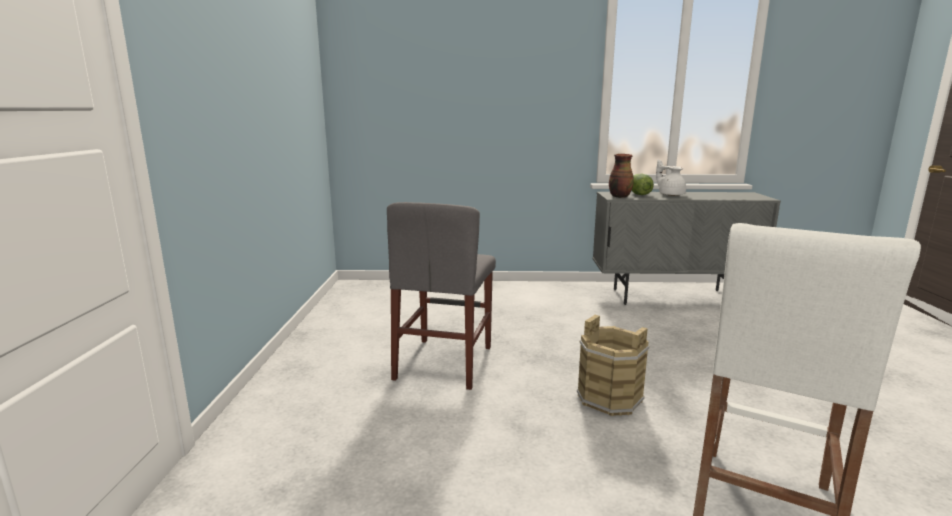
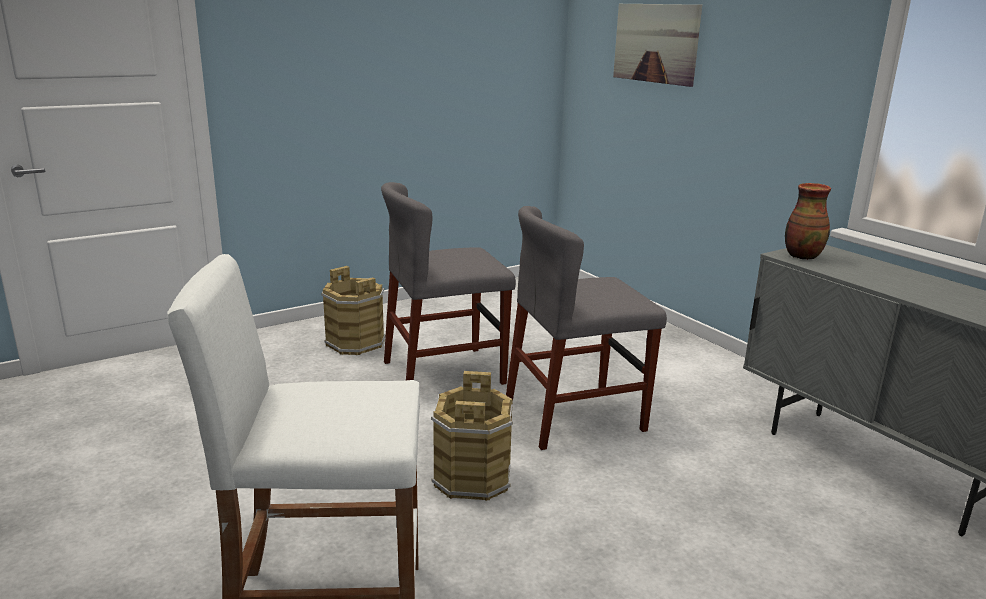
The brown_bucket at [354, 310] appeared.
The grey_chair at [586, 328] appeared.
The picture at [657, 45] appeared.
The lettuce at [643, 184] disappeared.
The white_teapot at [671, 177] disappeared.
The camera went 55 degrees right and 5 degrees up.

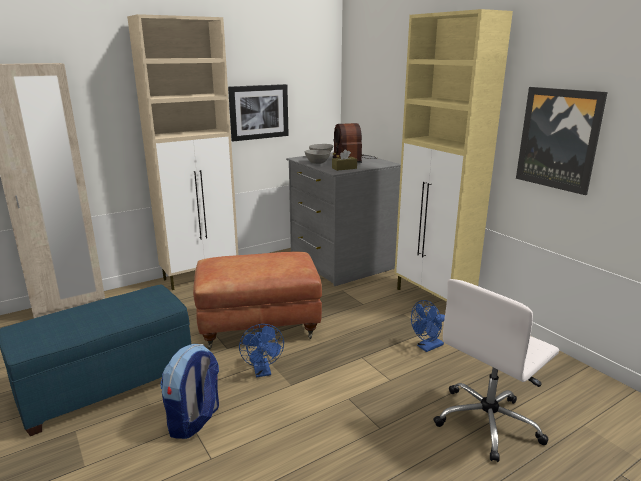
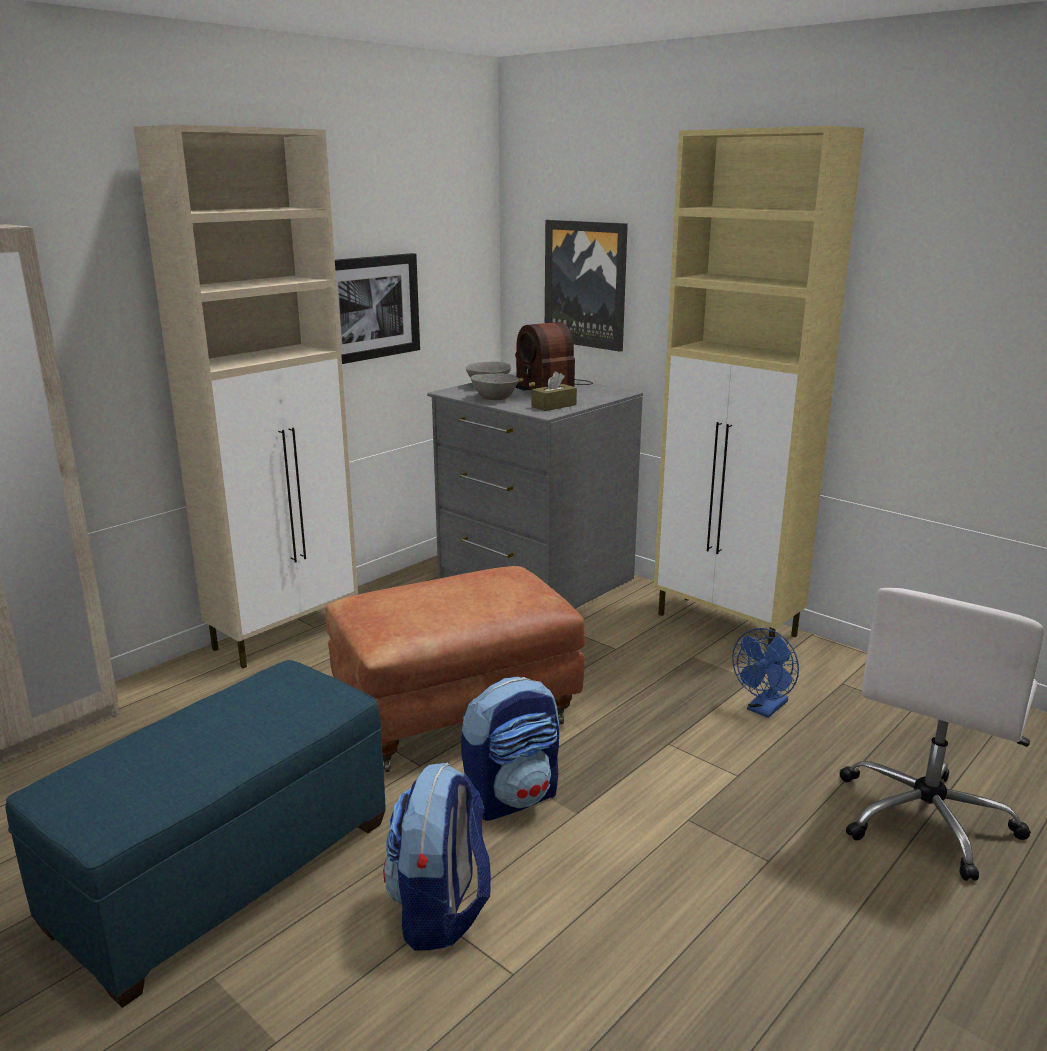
The blue_fan at [261, 350] was replaced by the backpack at [510, 749].
The picture moved from [562, 141] to [586, 286].
The camera went 15 degrees left and 0 degrees up.

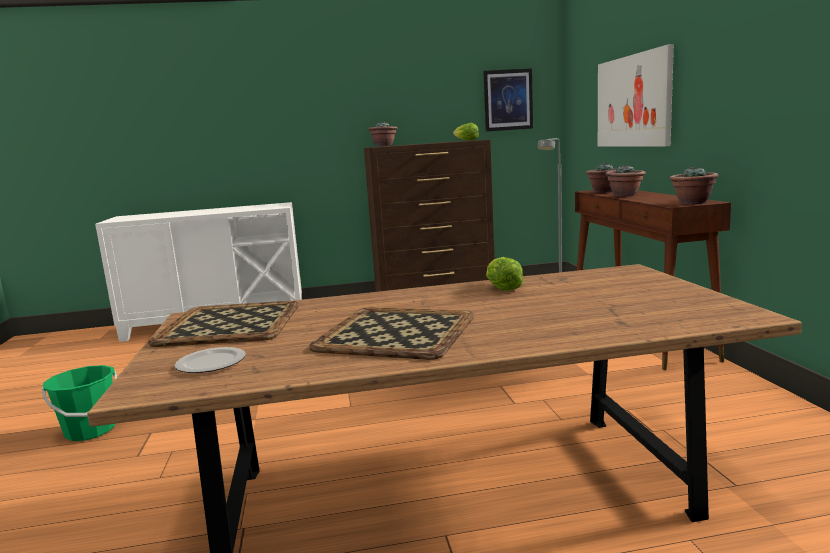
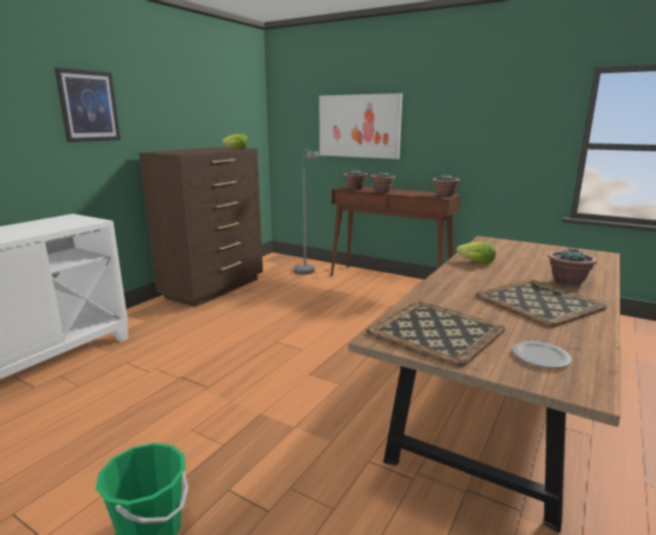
The picture moved from [508, 100] to [87, 105].
The potted_plant moved from [383, 134] to [572, 267].
The camera went 50 degrees left and 5 degrees up.

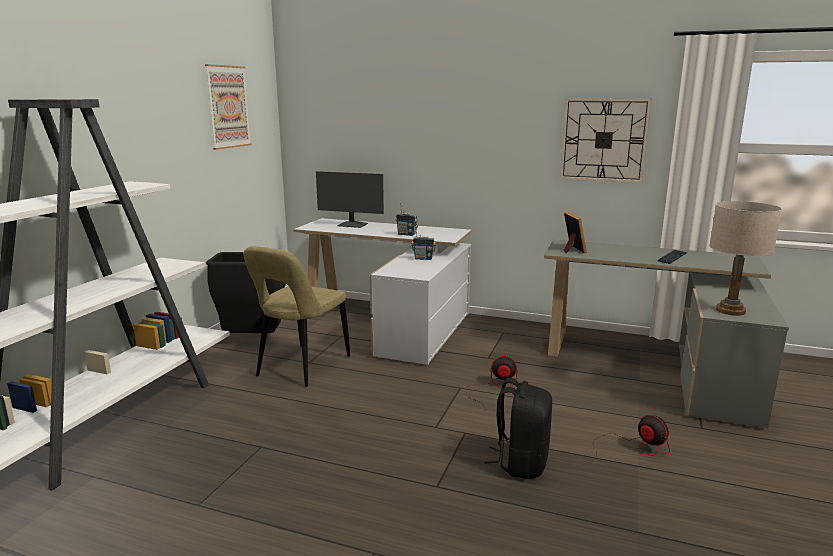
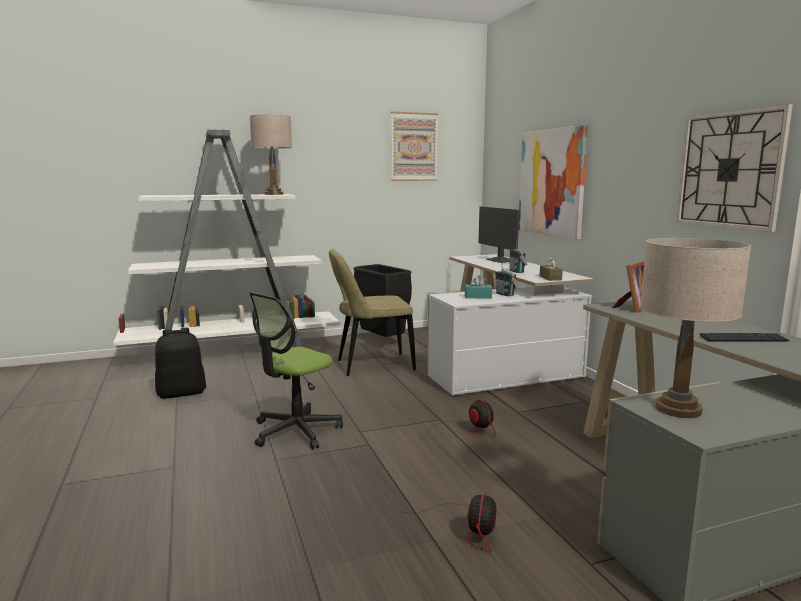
The black_backpack moved from [518, 428] to [180, 363].
The office_chair at [296, 371] appeared.
The beige_table_lamp at [271, 154] appeared.
The turquoise_tissue_box at [478, 286] appeared.
The picture at [553, 182] appeared.
The brown_tissue_box at [551, 268] appeared.
The camera went 50 degrees right and 5 degrees down.

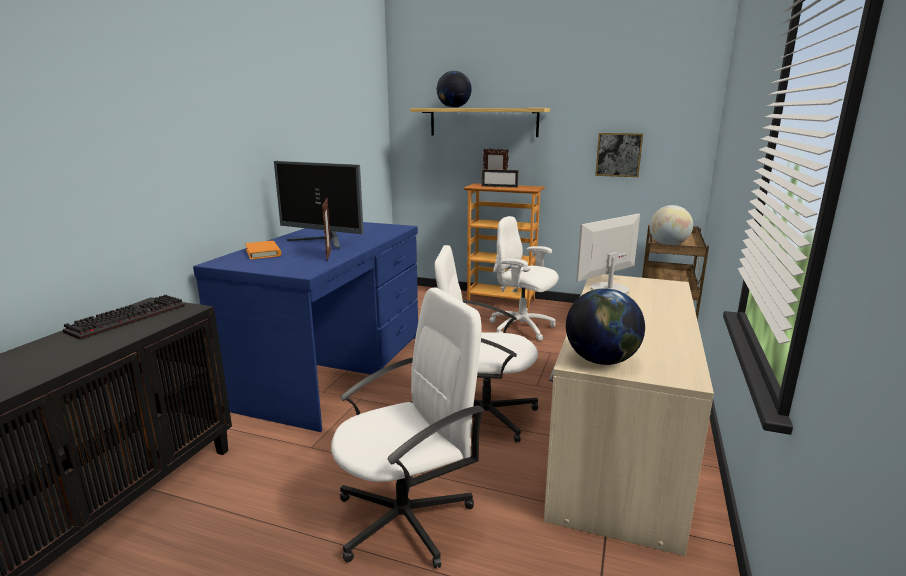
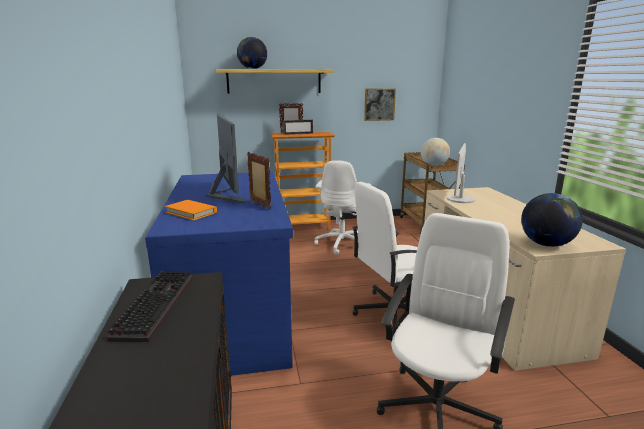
The monitor at [319, 205] turned 105 degrees counterclockwise.
The white_office_chair at [524, 278] turned 75 degrees counterclockwise.
The camera went 30 degrees left and 0 degrees up.

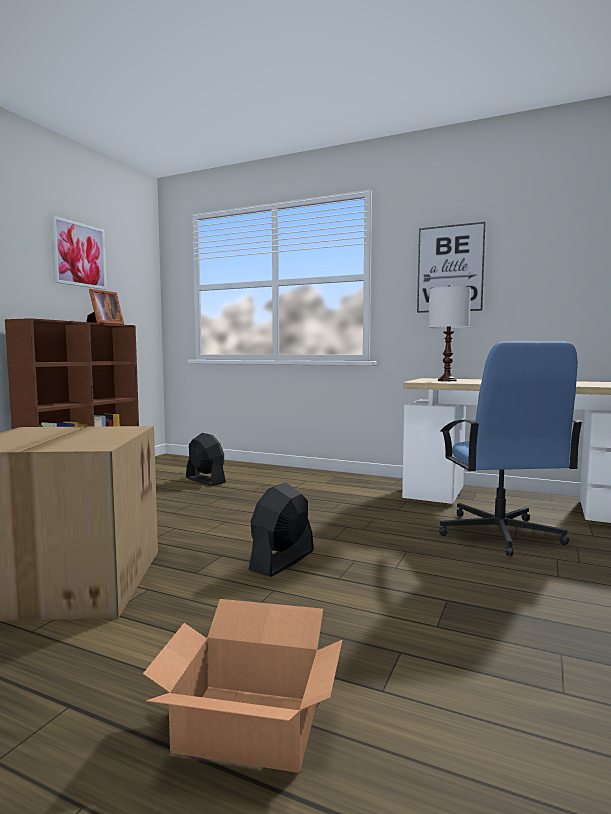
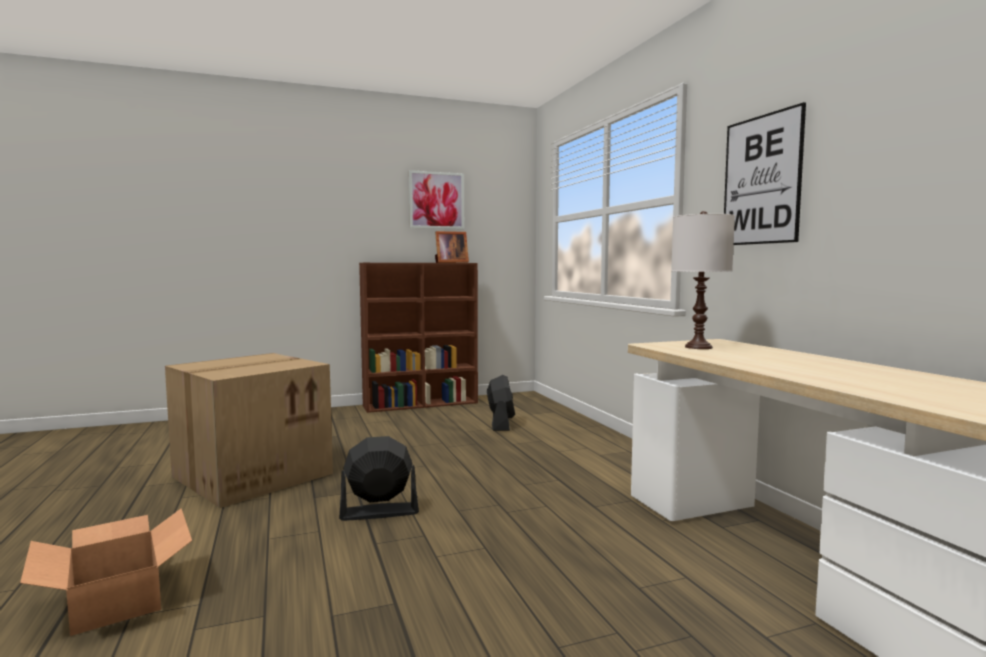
The blue_office_chair at [511, 448] disappeared.
The camera went 45 degrees right and 0 degrees up.

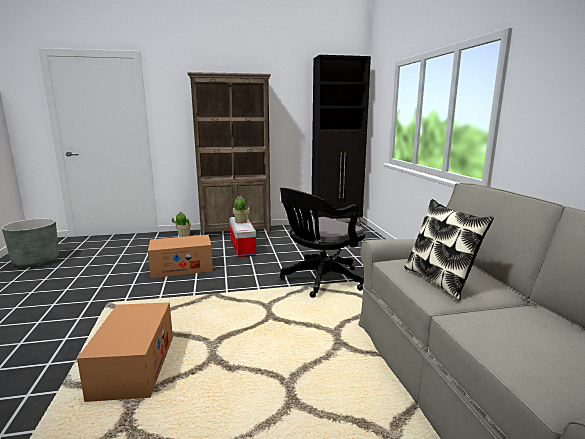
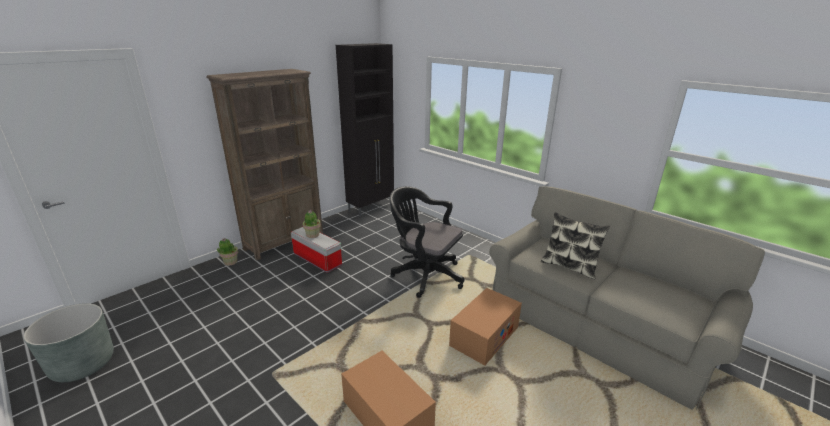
The black_office_chair at [322, 243] turned 105 degrees clockwise.
The cardboard_box moved from [180, 256] to [485, 326].
The camera went 35 degrees left and 10 degrees up.

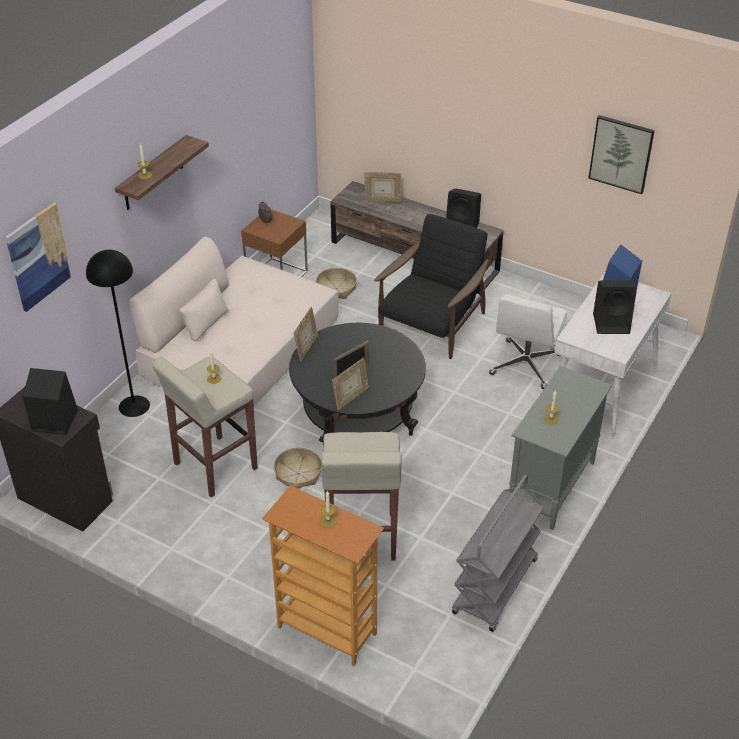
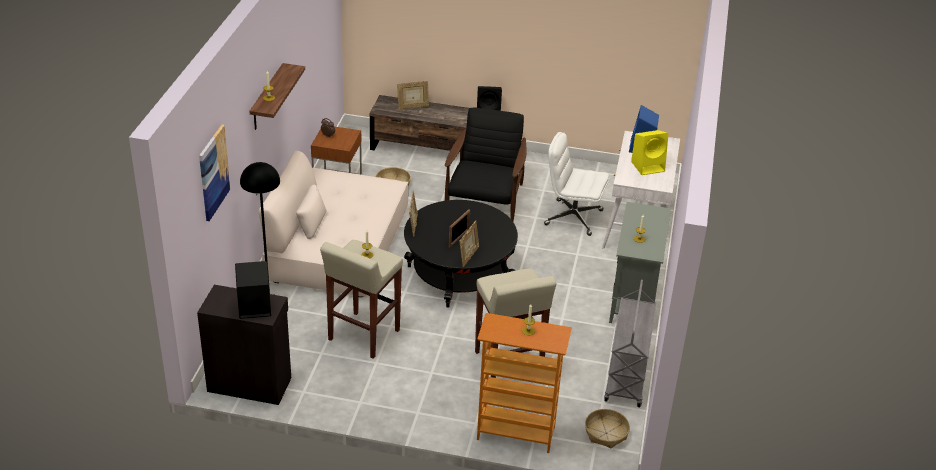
The white_office_chair at [528, 342] turned 105 degrees clockwise.
The basket moved from [298, 468] to [607, 428].
The black_speaker at [615, 307] became the yellow_speaker at [649, 152].
The picture at [621, 154] disappeared.
The camera went 20 degrees left and 5 degrees down.

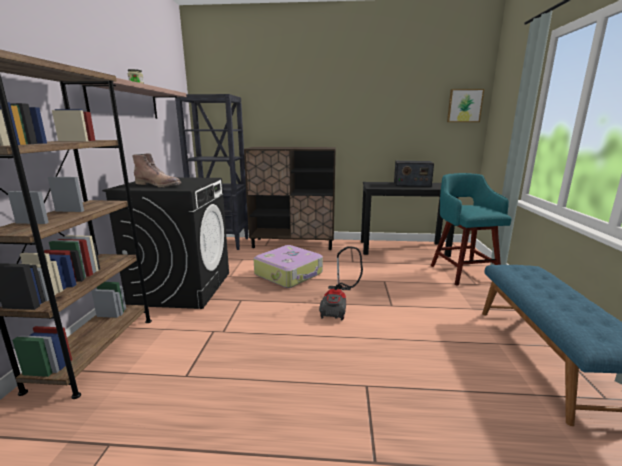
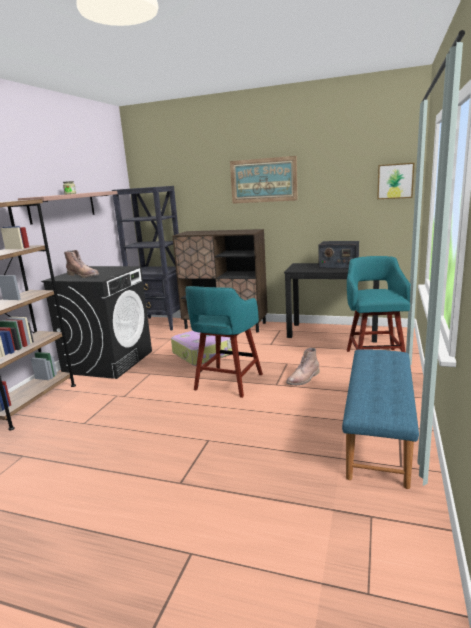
The vacuum_cleaner at [341, 283] was replaced by the turquoise_stool at [224, 342].
The picture at [264, 180] appeared.
The brown_boot at [303, 366] appeared.
The camera went 15 degrees right and 0 degrees up.

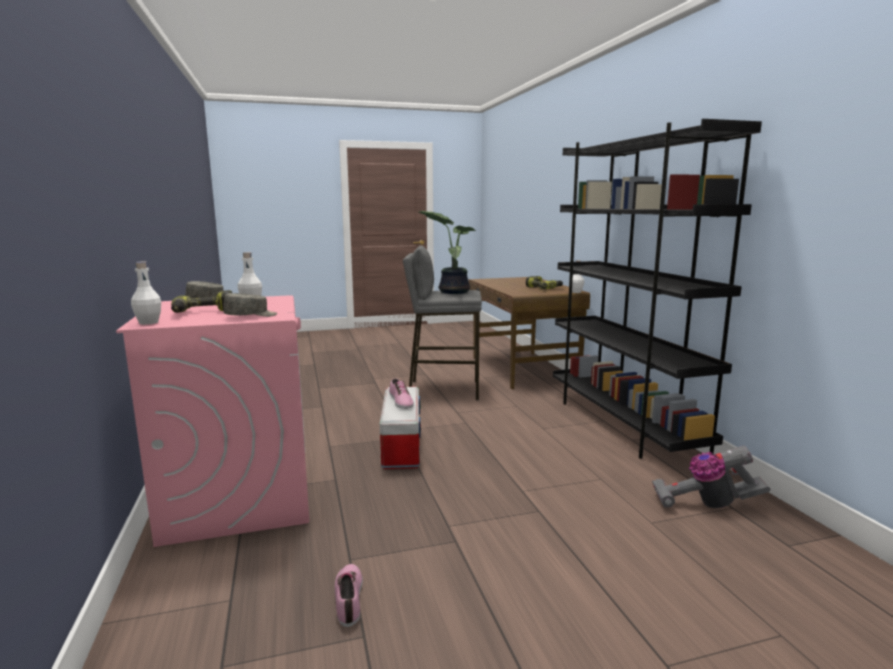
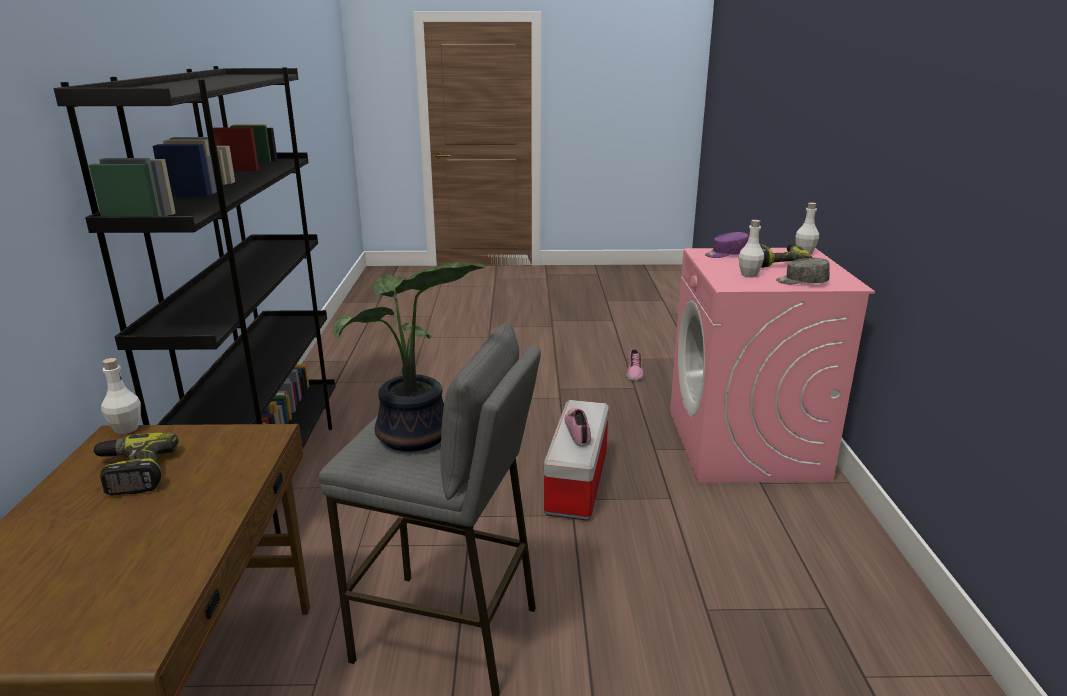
The grey_cap at [250, 305] became the purple_cap at [727, 245].
The vacuum_cleaner at [711, 477] disappeared.
The camera went 165 degrees left and 10 degrees up.

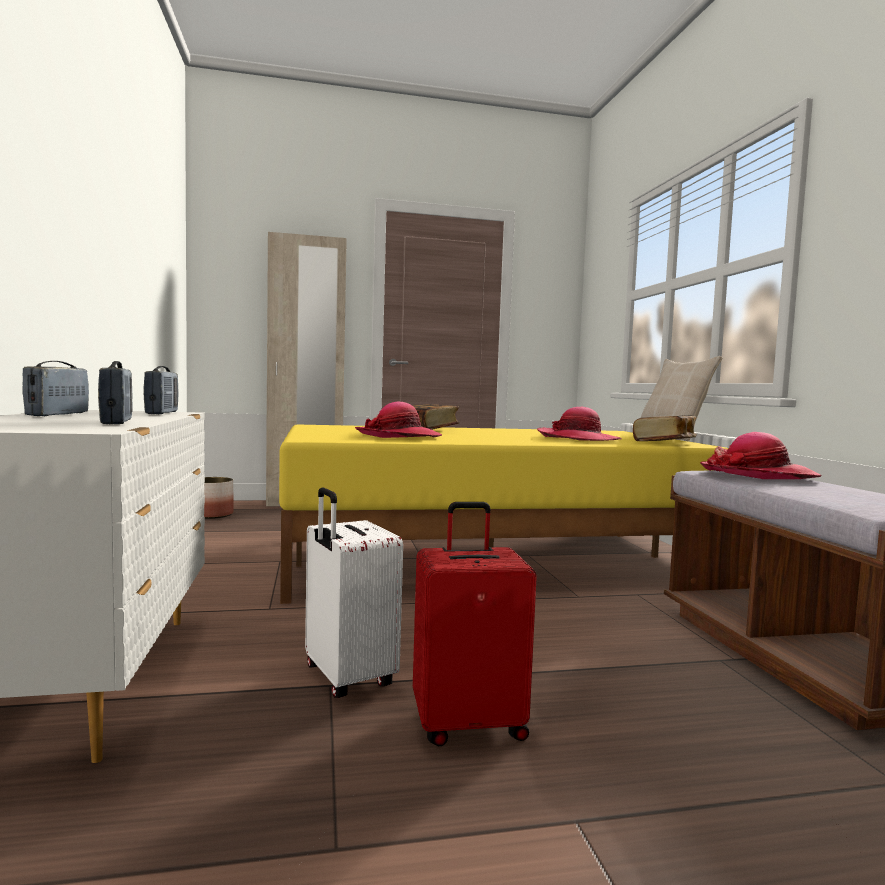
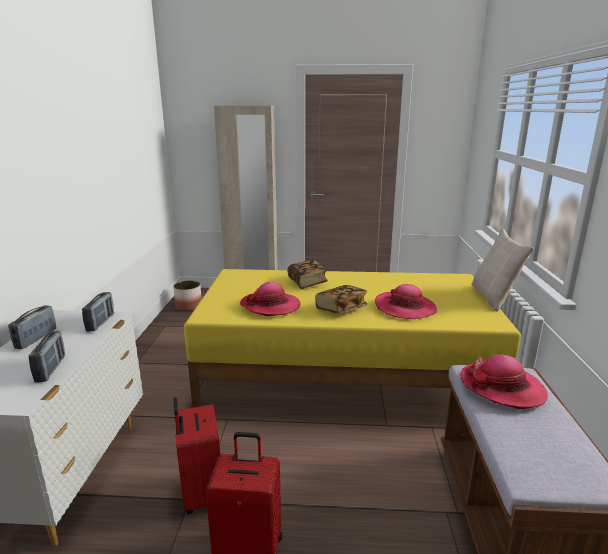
The white_suitcase at [354, 592] became the red_suitcase at [196, 455].
The book moved from [665, 428] to [341, 299].
The camera went 15 degrees right and 15 degrees up.

